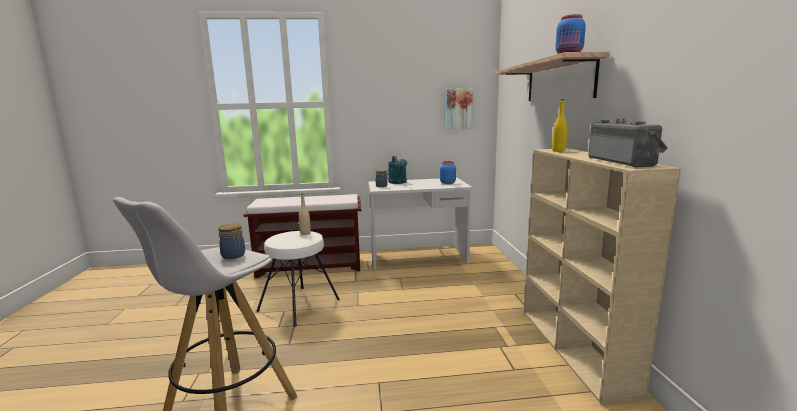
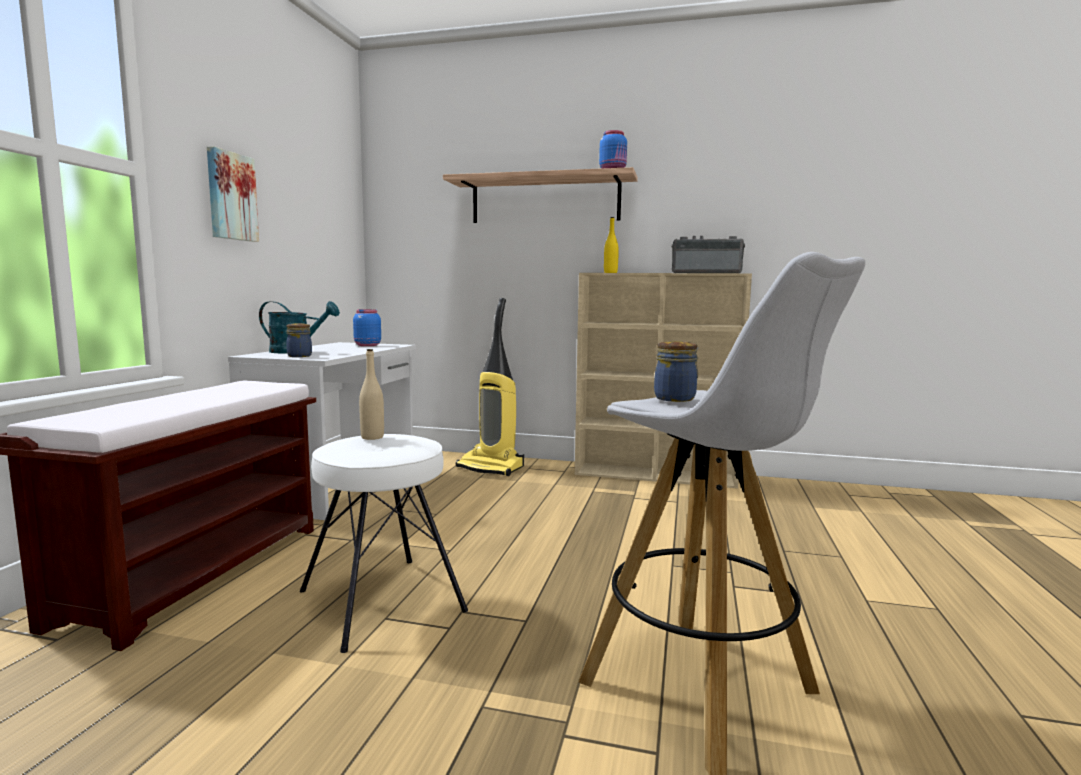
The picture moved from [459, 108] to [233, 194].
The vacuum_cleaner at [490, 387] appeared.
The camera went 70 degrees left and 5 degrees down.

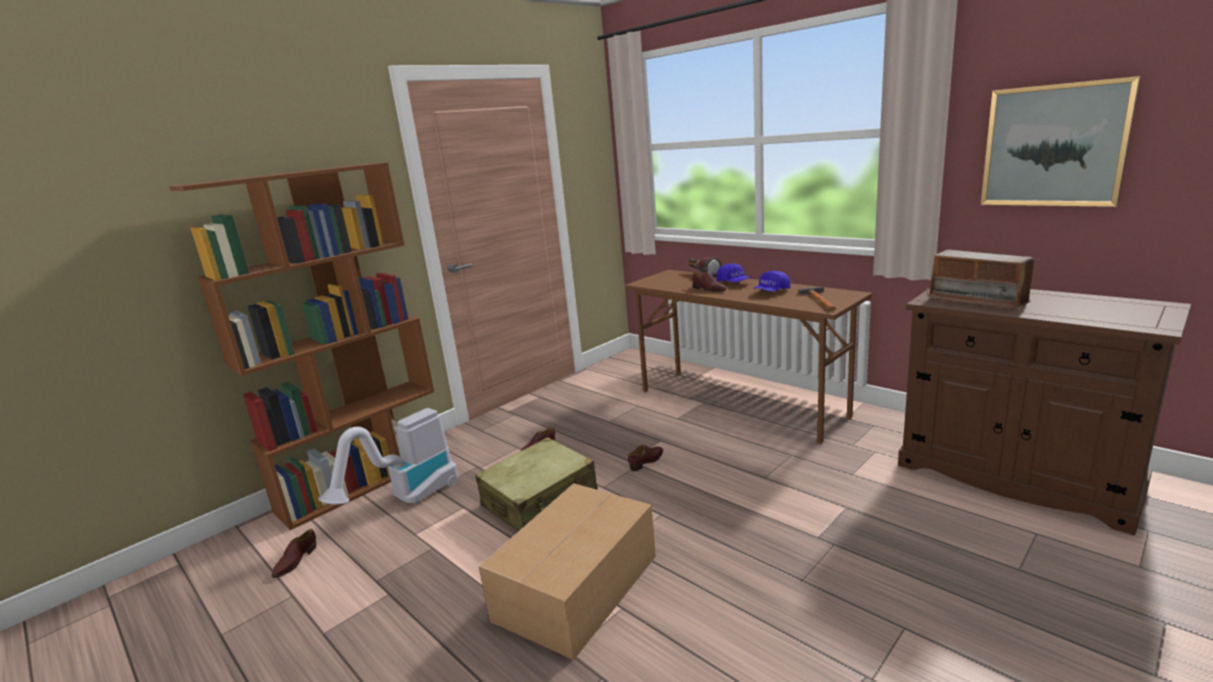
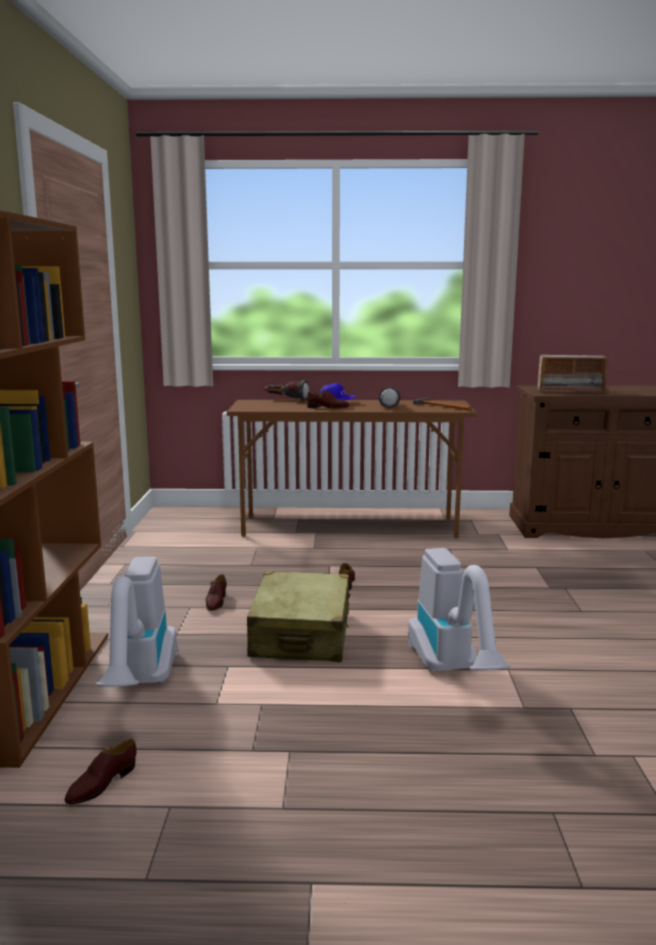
The brown_shoe at [294, 553] turned 60 degrees clockwise.
The blue_cap at [772, 281] was replaced by the flashlight at [389, 397].
The cardboard_box at [567, 572] was replaced by the vacuum_cleaner at [459, 610].
The picture at [1061, 141] disappeared.
The camera went 45 degrees left and 5 degrees down.

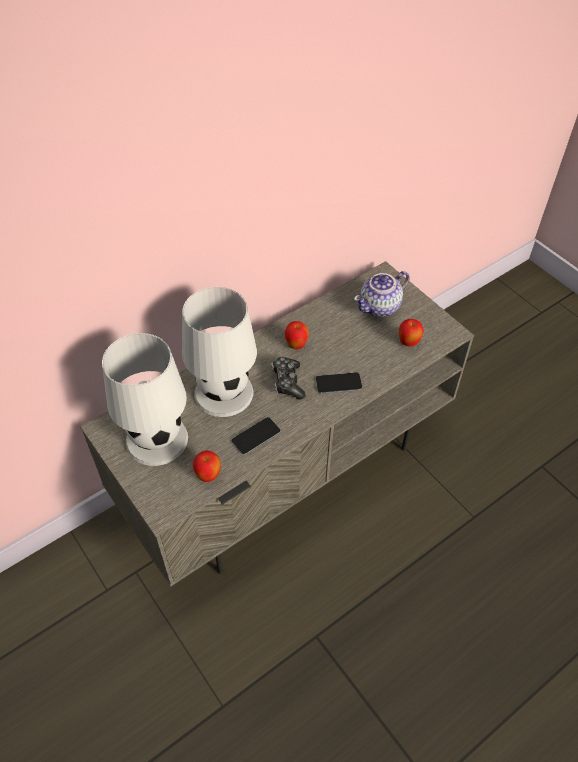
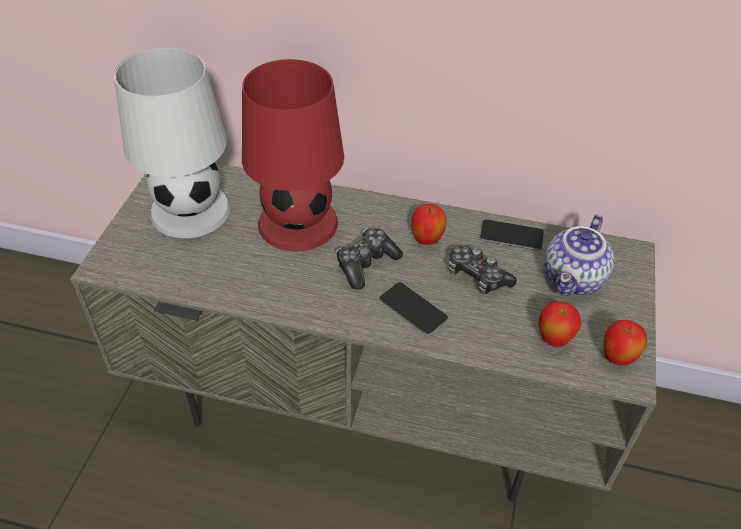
The white_table_lamp at [219, 352] became the red_table_lamp at [293, 155].
The game_controller at [482, 270] appeared.
The phone moved from [256, 436] to [512, 234].
The teapot at [382, 294] turned 75 degrees counterclockwise.
The apple moved from [207, 466] to [625, 343].
The camera went 50 degrees right and 5 degrees down.

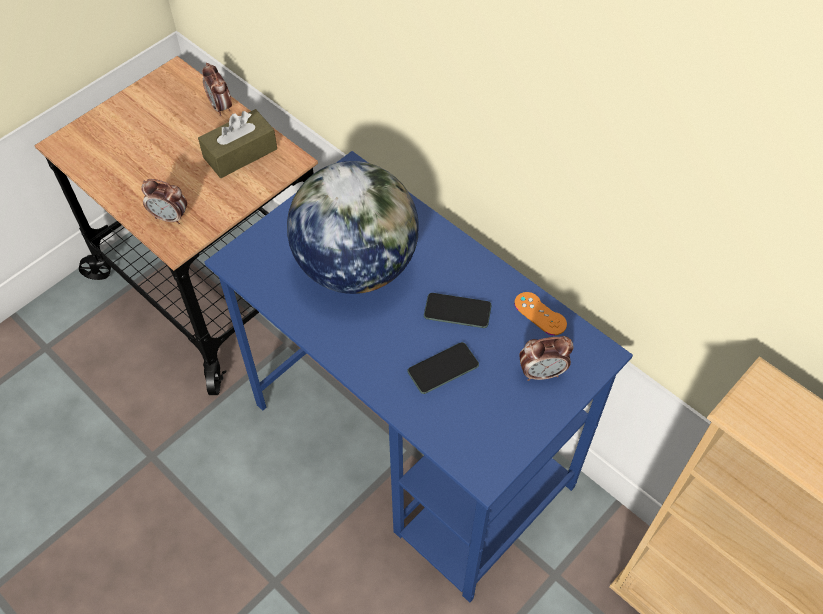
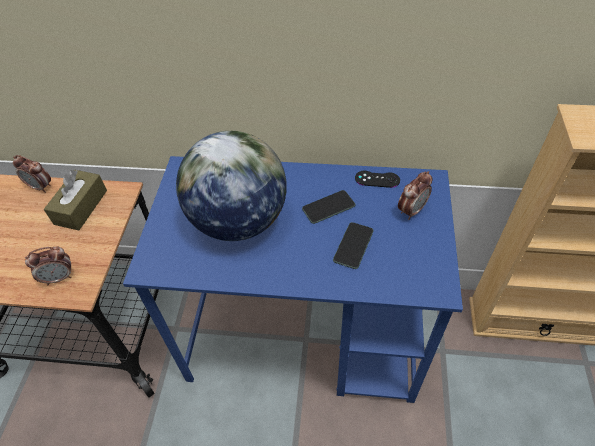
The orange_game_controller at [540, 313] became the black_game_controller at [377, 179].
The camera went 35 degrees left and 5 degrees down.

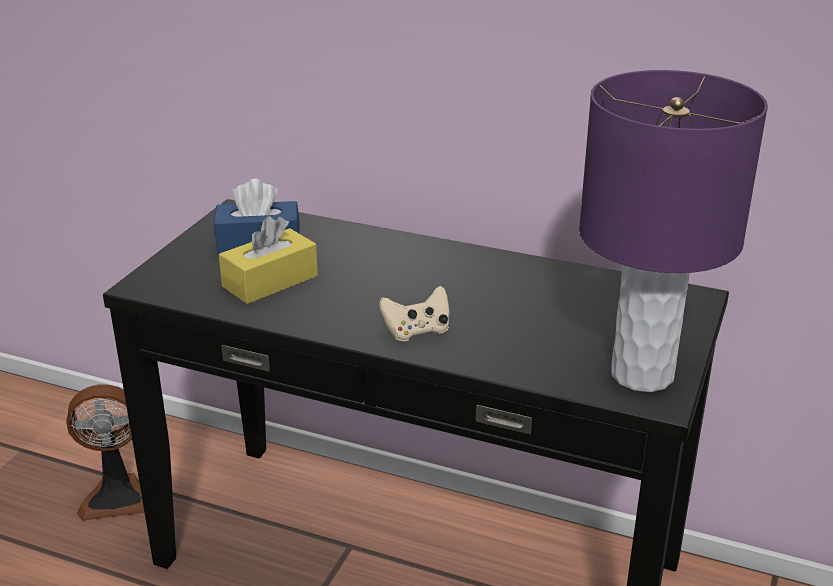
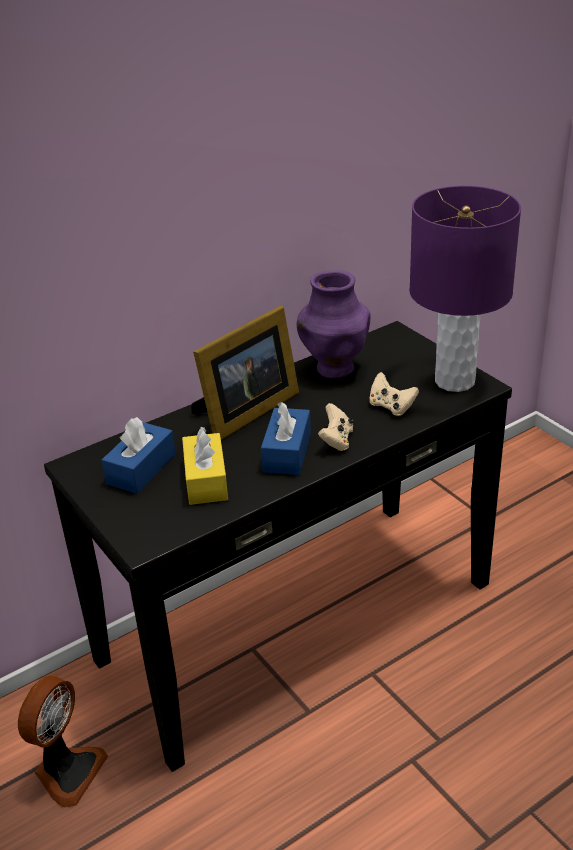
The picture_frame at [245, 372] appeared.
The blue_tissue_box at [286, 438] appeared.
The purple_vase at [334, 324] appeared.
The beige_game_controller at [394, 394] appeared.
The camera went 55 degrees left and 5 degrees up.

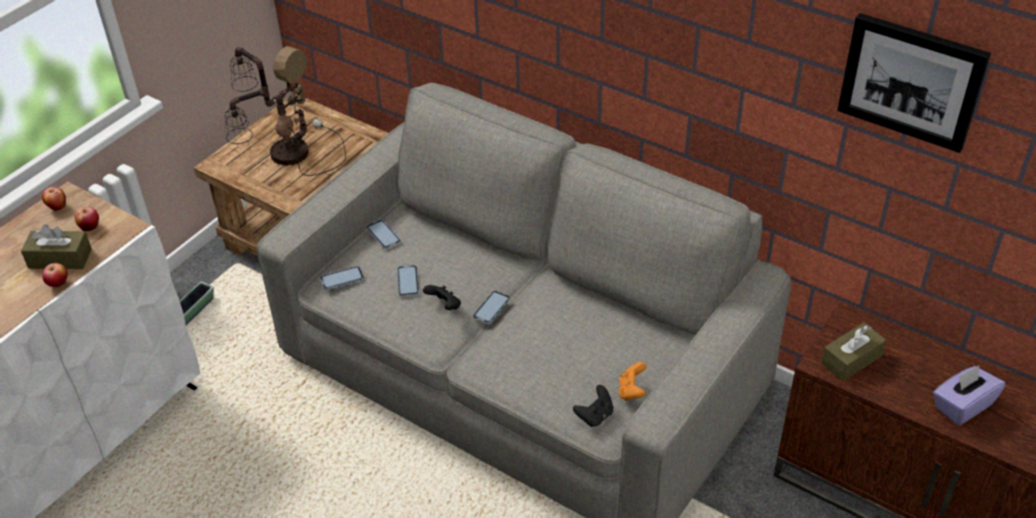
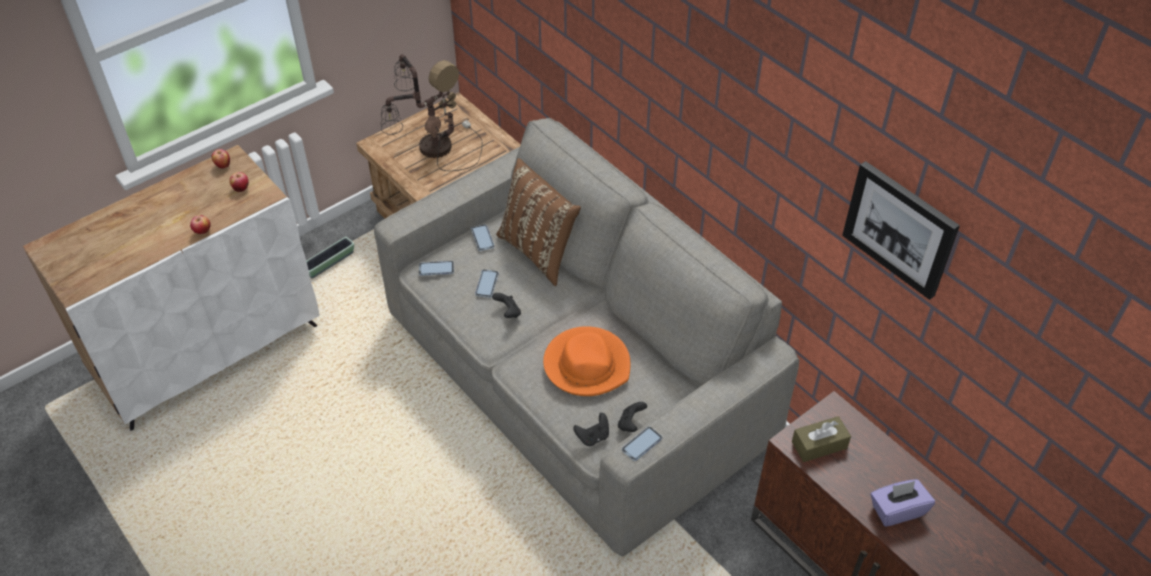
The brown_pillow at [538, 222] appeared.
The orange_hat at [586, 361] appeared.
The orange_game_controller at [633, 381] became the black_game_controller at [632, 417].
The phone moved from [491, 307] to [642, 444].
The brown_tissue_box at [56, 246] disappeared.
The camera went 15 degrees right and 5 degrees up.

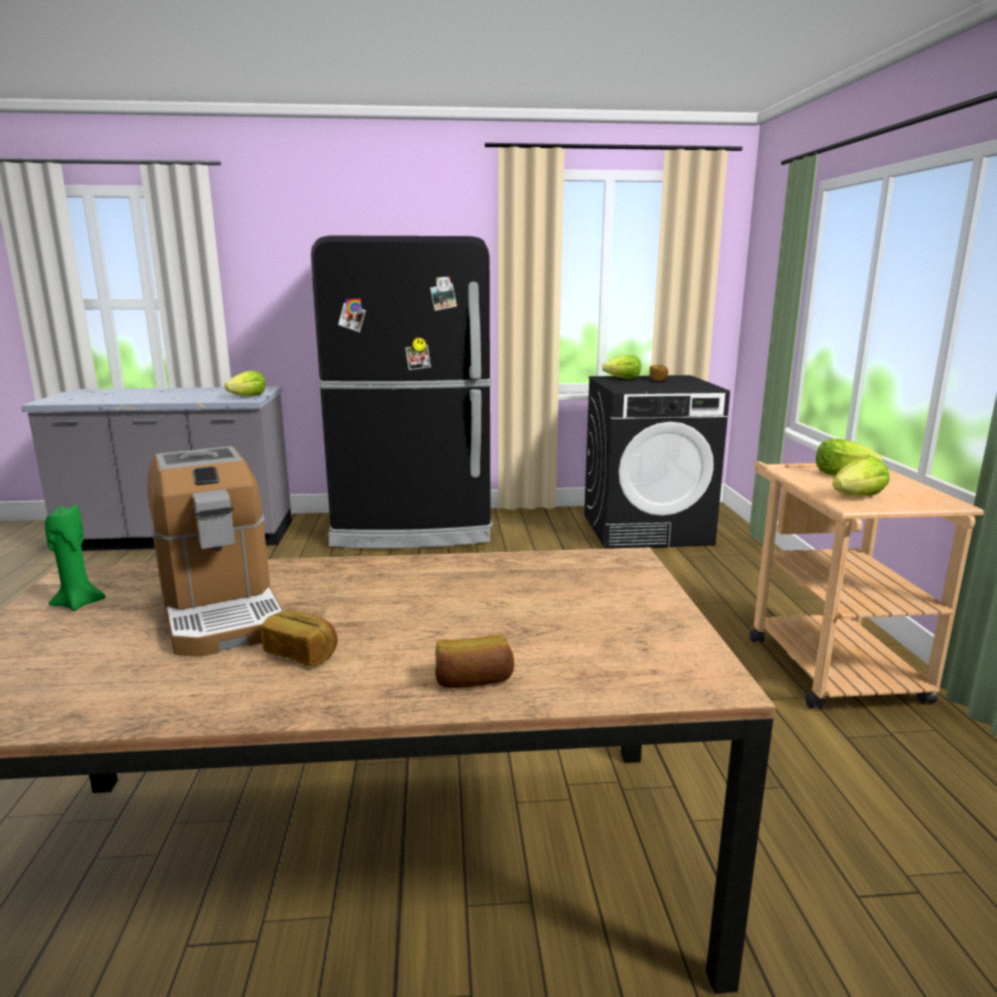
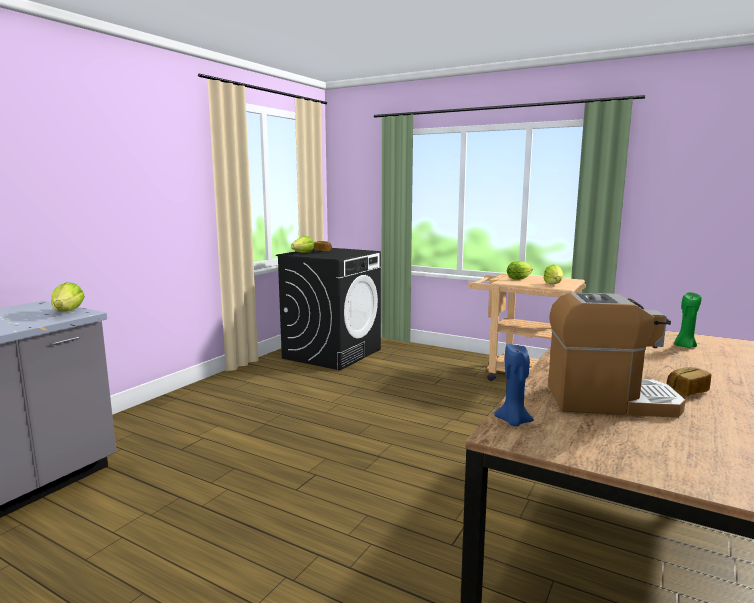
The blue_candle at [514, 385] appeared.
The green_candle moved from [75, 557] to [688, 320].
The black_fridge at [401, 391] disappeared.
The bread at [474, 661] disappeared.
The camera went 55 degrees left and 5 degrees down.

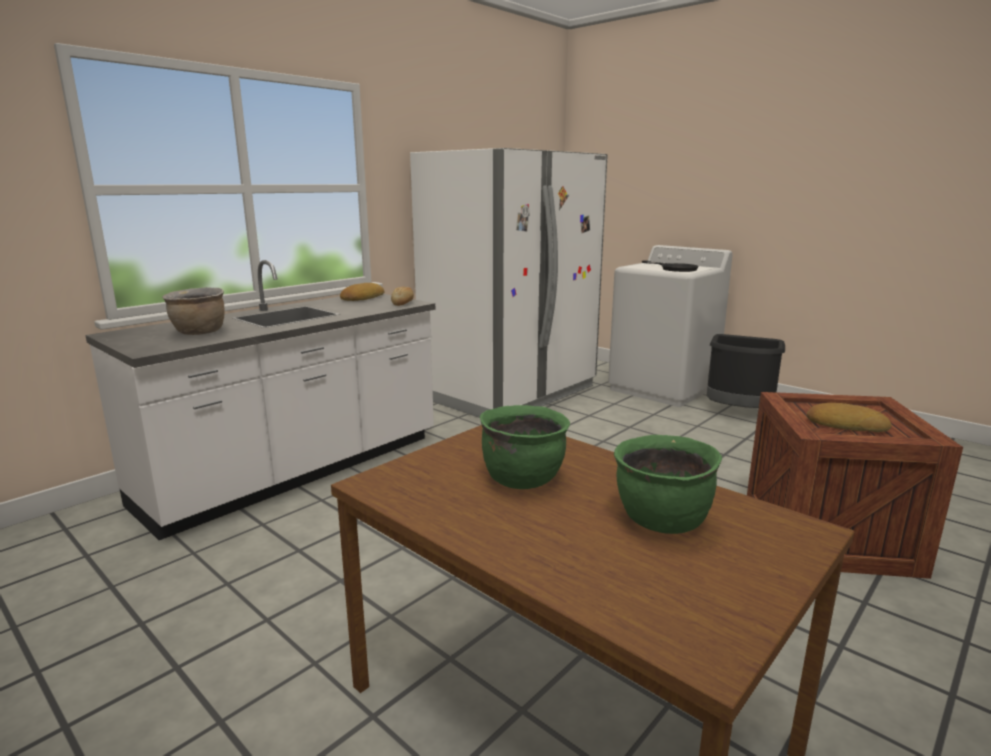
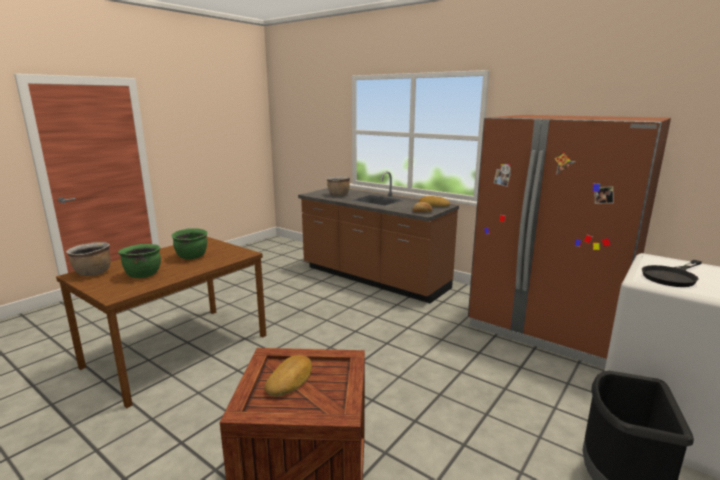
The brown_cooking_pot at [88, 259] appeared.
The white_counter at [260, 400] became the brown_counter at [378, 237].
The white_fridge at [509, 283] became the brown_fridge at [569, 241].
The camera went 85 degrees right and 0 degrees up.

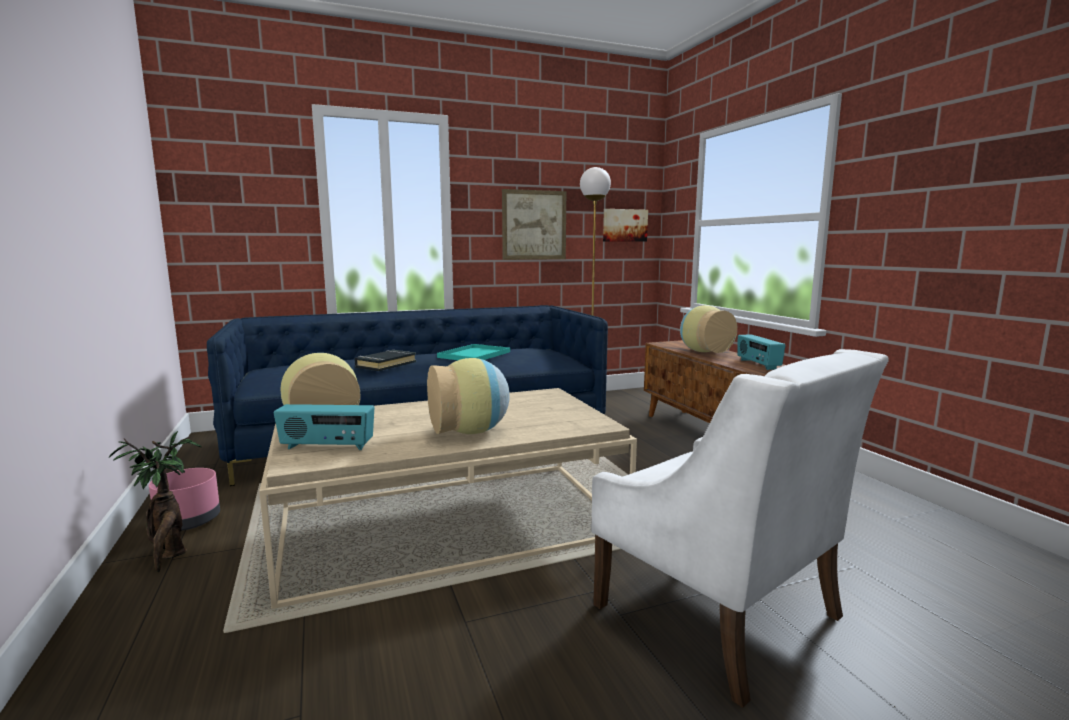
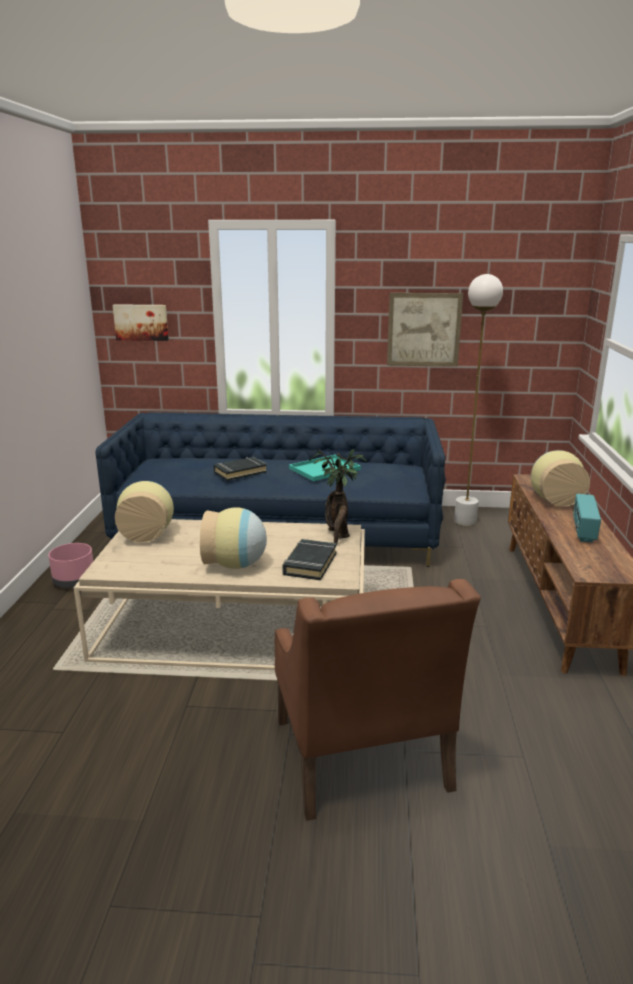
The picture moved from [625, 225] to [141, 322].
The white_armchair at [740, 528] became the brown_armchair at [378, 700].
The black_book at [309, 559] appeared.
The potted_plant moved from [155, 501] to [338, 496].
The radio at [324, 427] disappeared.
The camera went 25 degrees right and 10 degrees up.

